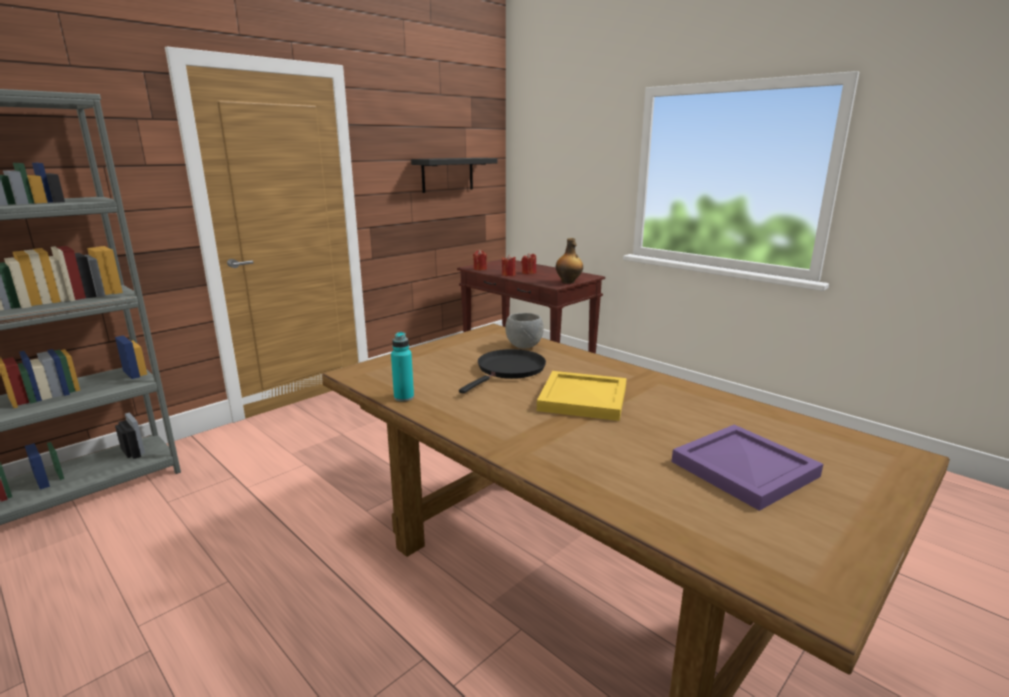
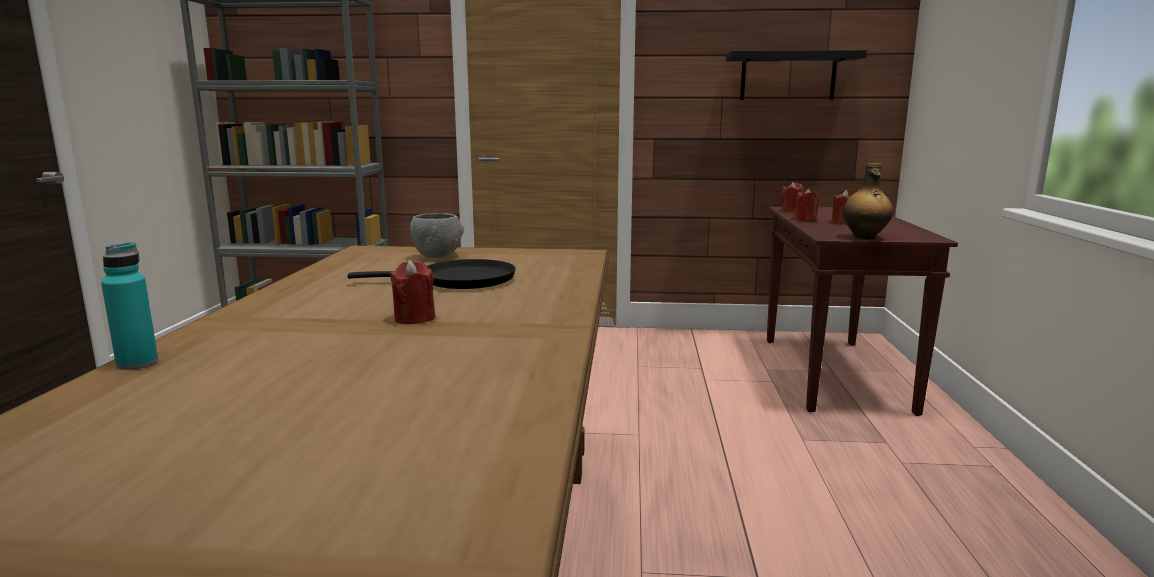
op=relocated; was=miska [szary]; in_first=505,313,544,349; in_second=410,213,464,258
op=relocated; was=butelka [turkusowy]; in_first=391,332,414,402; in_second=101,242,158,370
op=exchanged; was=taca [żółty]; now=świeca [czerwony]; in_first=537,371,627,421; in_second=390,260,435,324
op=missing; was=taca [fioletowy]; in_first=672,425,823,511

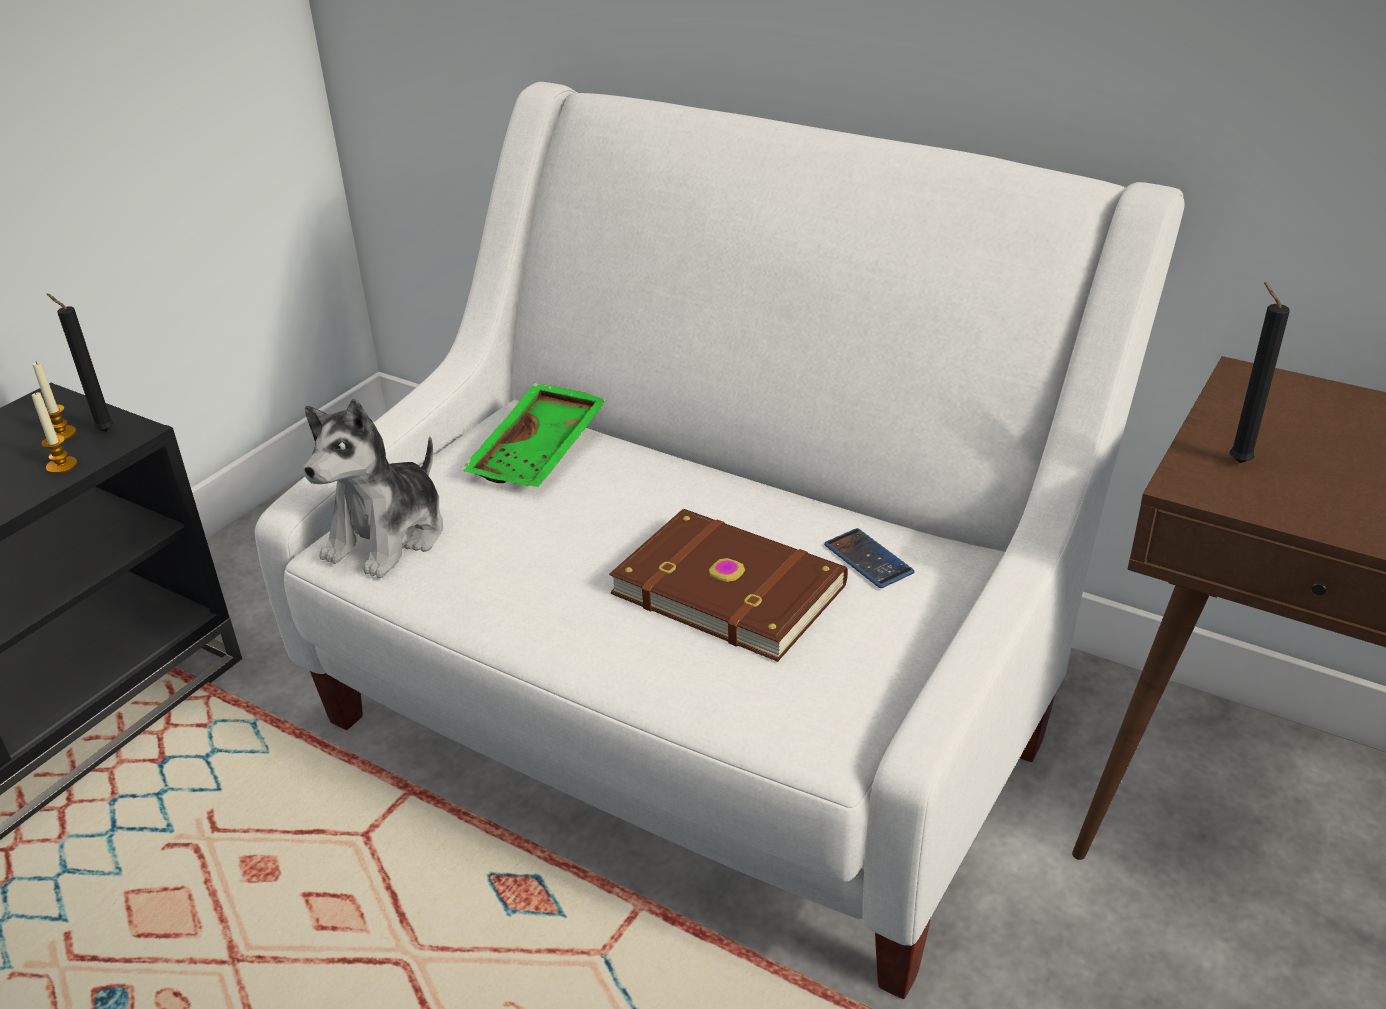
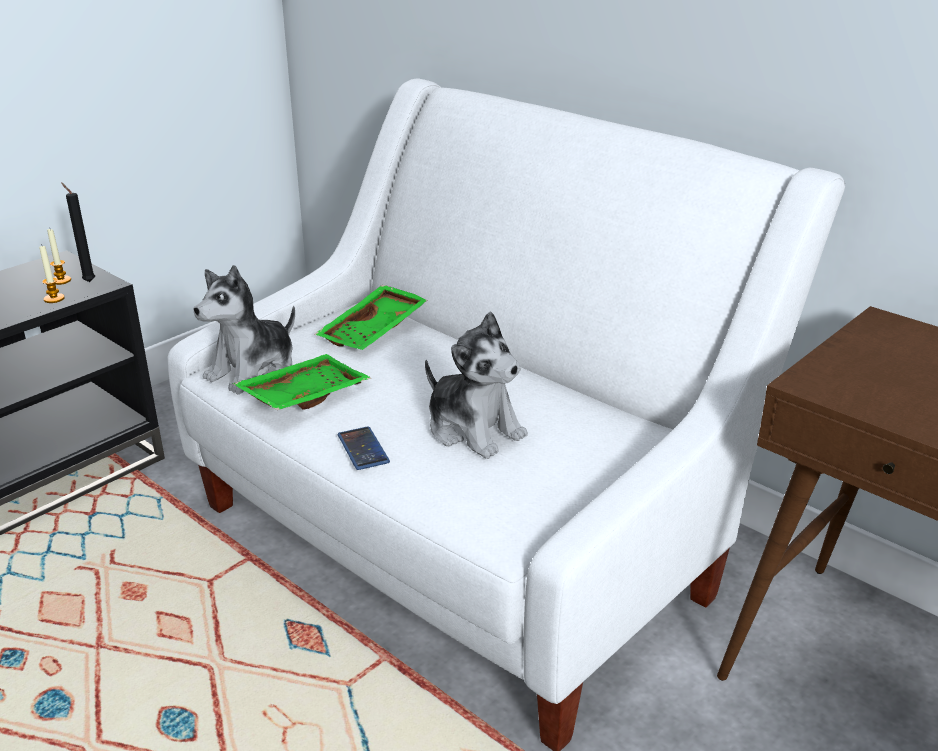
op=missing; was=świeca [czarny]; in_first=1230,282,1290,463
op=exchanged; was=książka [brązowy]; now=pluszak; in_first=609,509,848,662; in_second=425,311,528,459
op=relocated; was=telefon; in_first=824,528,915,588; in_second=338,426,390,470
op=appeared; now=taca [zielony]; in_second=232,354,371,410

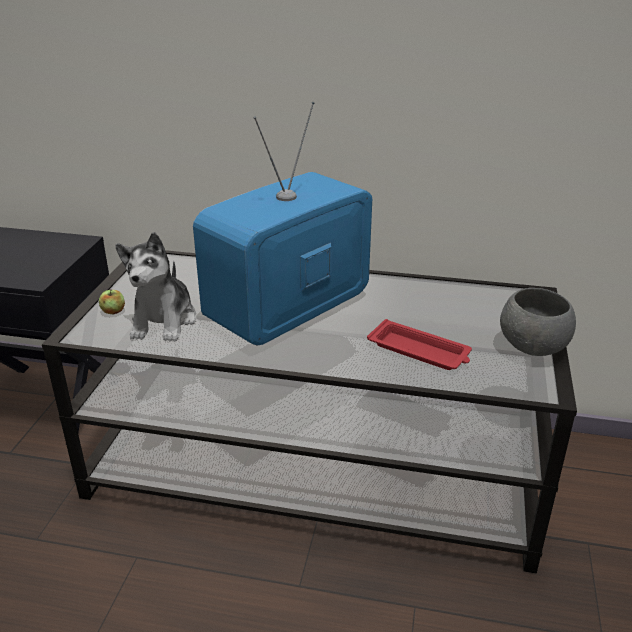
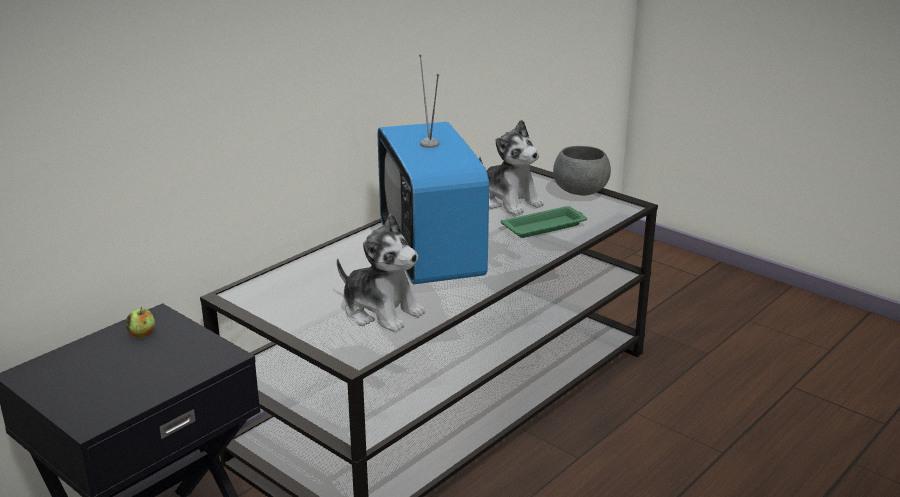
op=relocated; was=jabłko; in_first=99,289,125,315; in_second=126,307,155,338
op=colour; was=taca [czerwony]; now=taca [zielony]; in_first=367,319,472,370; in_second=501,206,587,238
op=appeared; now=pluszak; in_second=479,120,544,216

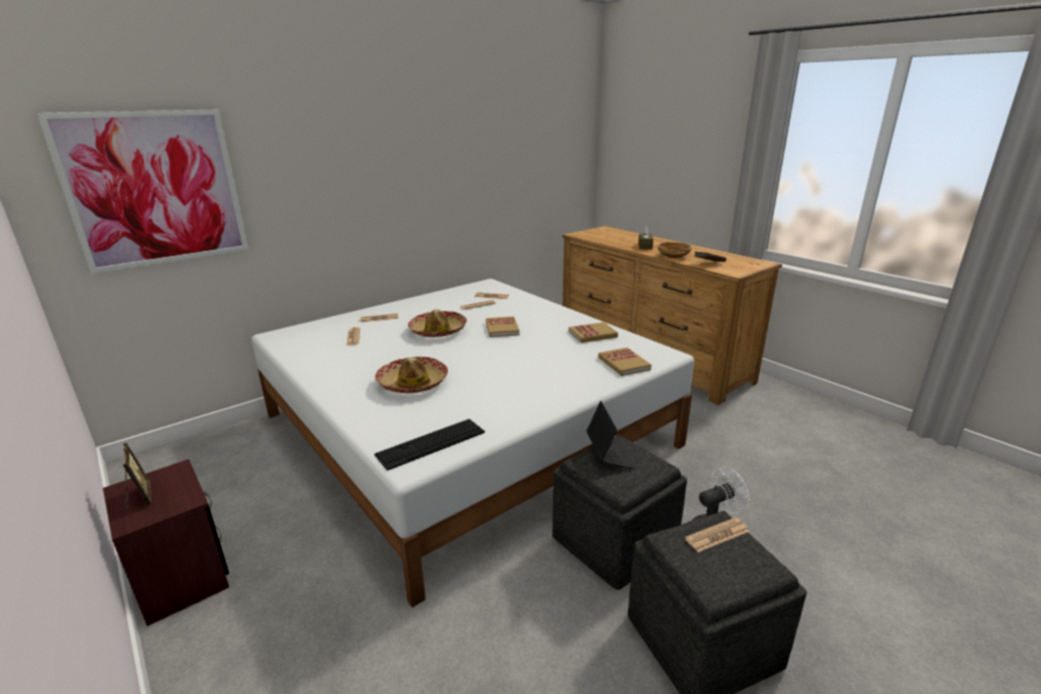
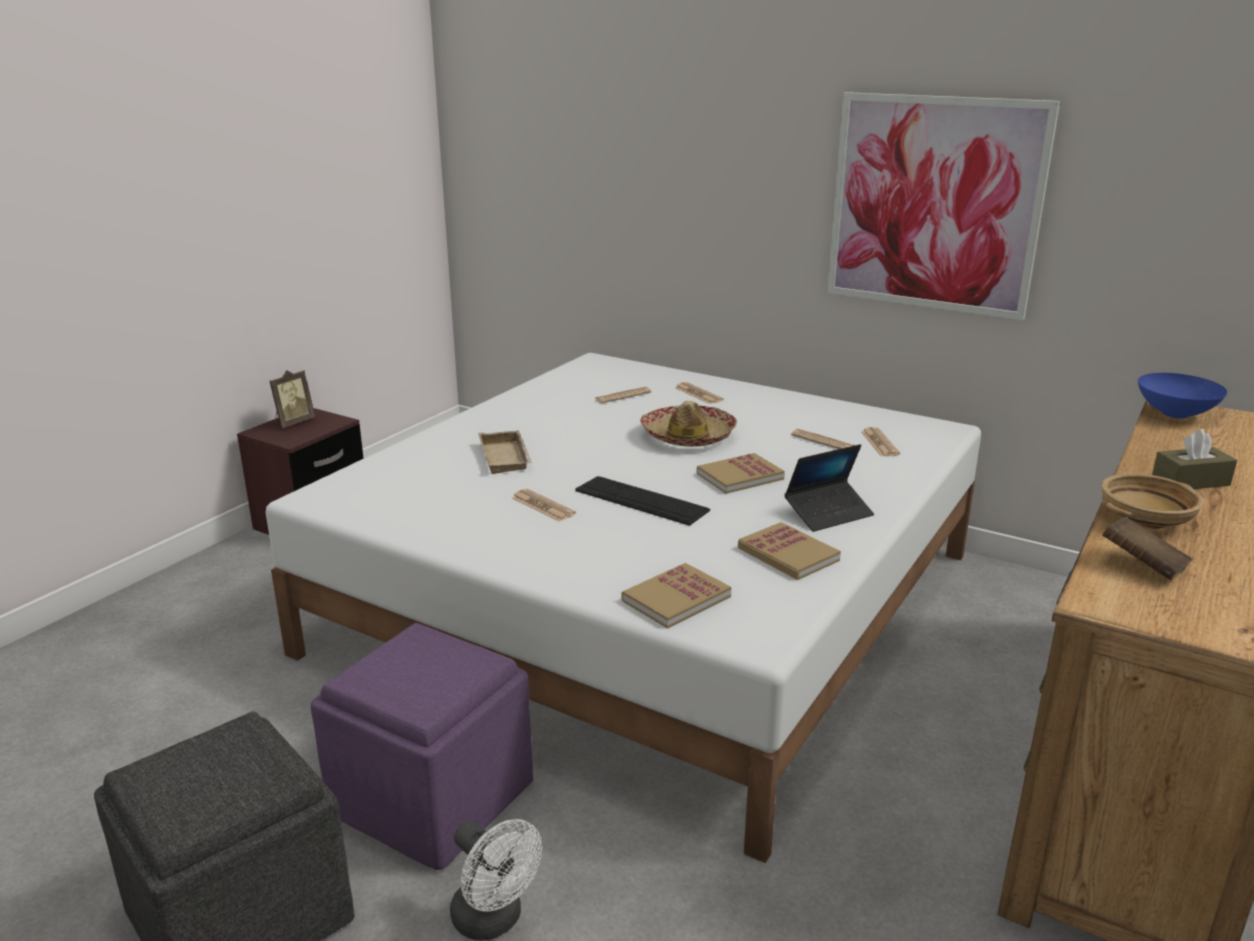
op=relocated; was=obraz; in_first=37,110,249,274; in_second=827,92,1060,320
op=exchanged; was=kapelusz; now=taca [beżowy]; in_first=375,356,448,393; in_second=478,430,532,474
op=relocated; was=laptop; in_first=587,401,635,469; in_second=784,444,874,532
op=relocated; was=klawiatura; in_first=374,419,485,471; in_second=575,476,710,526
op=colour; was=pufa [szary]; now=pufa [fioletowy]; in_first=552,434,687,590; in_second=311,623,533,870
op=relocated; was=gazeta; in_first=685,517,749,552; in_second=512,489,576,521
op=appeared; now=miska [niebieski]; in_second=1138,373,1227,418

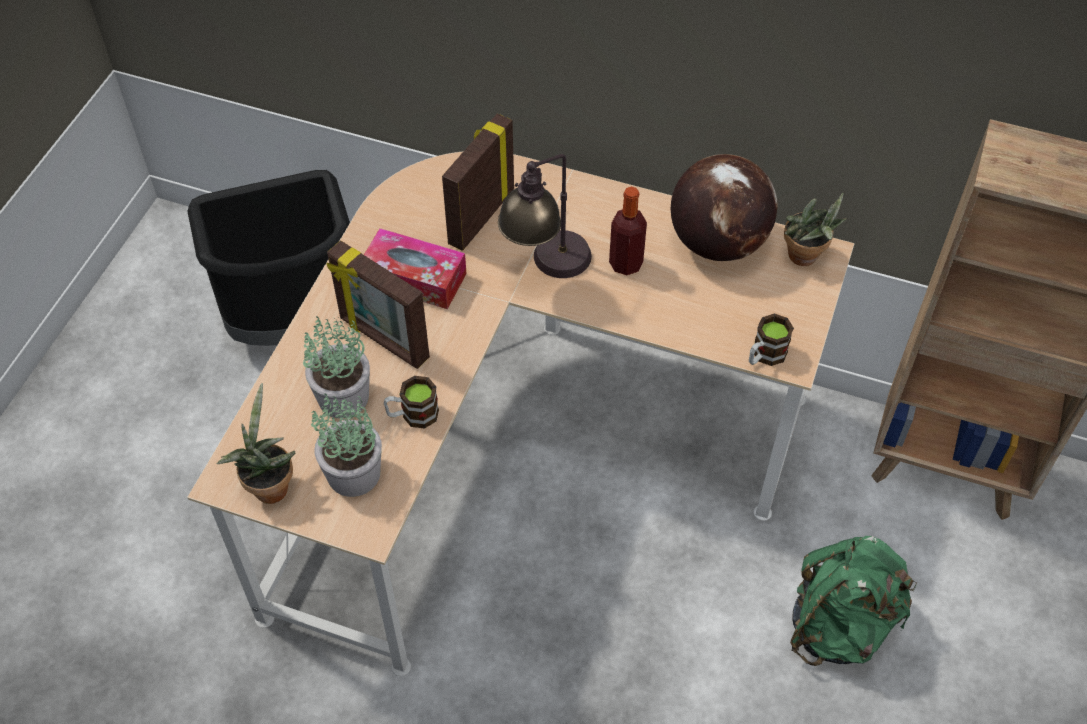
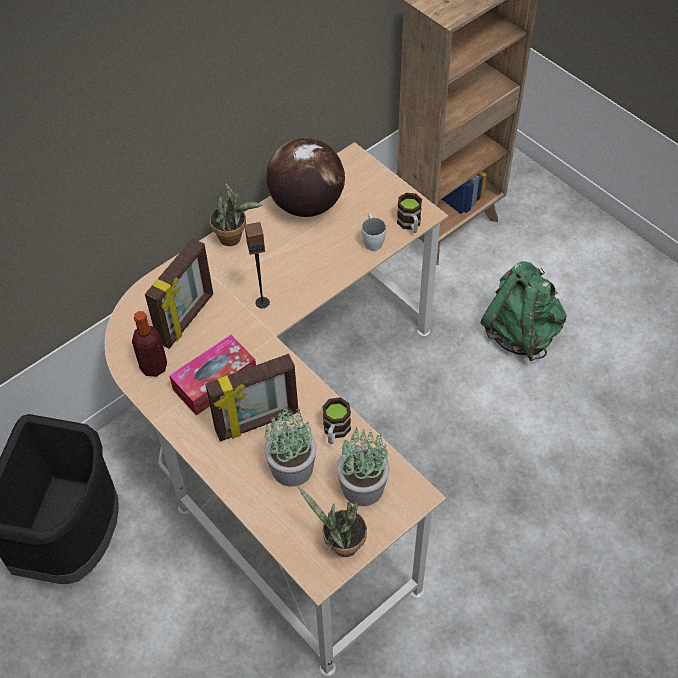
op=spun; was=ramka na zdjęcie; in_first=442,113,514,251; in_second=145,238,213,349; clockwise=-120
op=exchanged; was=lampa stołowa; now=głośnik; in_first=498,154,592,278; in_second=245,222,270,308
op=relocated; was=butelka; in_first=609,186,647,275; in_second=132,311,167,377
op=relocated; was=roślina doniczkowa; in_first=784,192,847,266; in_second=210,182,263,246
op=appeared; now=kubek [biały]; in_second=362,213,386,251

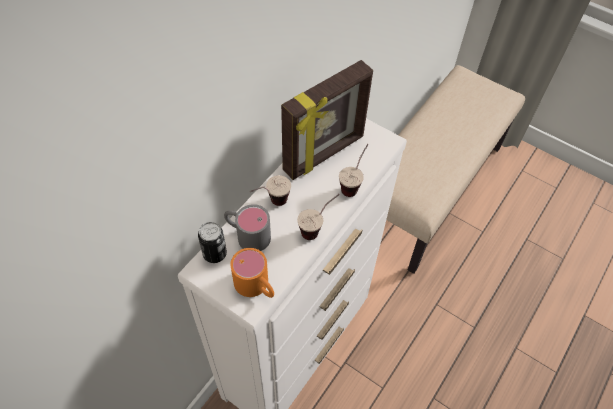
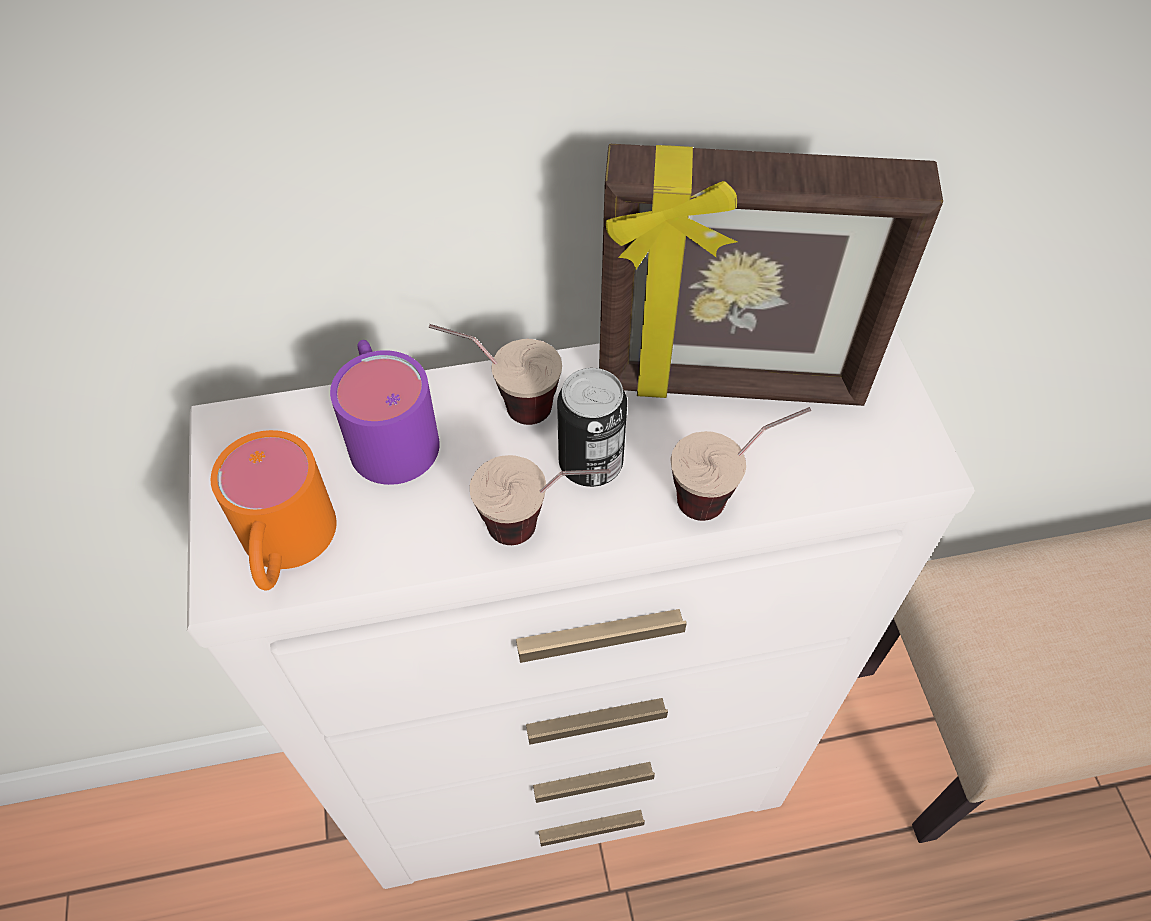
op=colour; was=kubek [szary]; now=kubek [fioletowy]; in_first=224,204,271,251; in_second=330,340,440,485
op=relocated; was=puszka; in_first=198,222,227,263; in_second=557,368,627,487

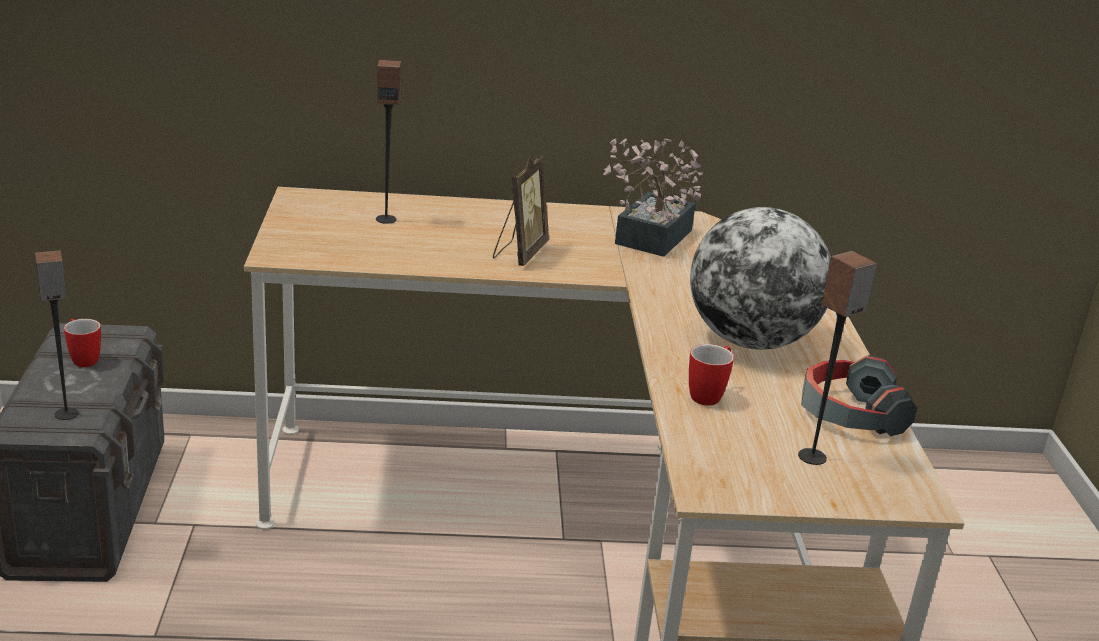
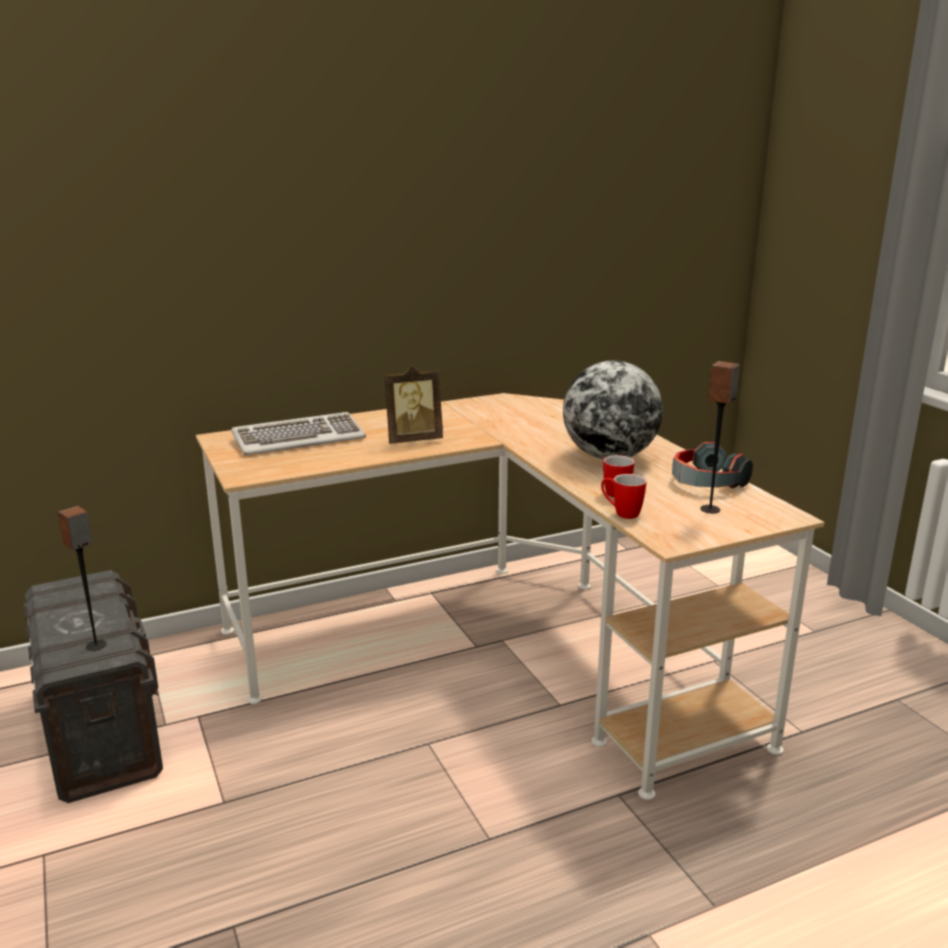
op=exchanged; was=głośnik; now=klawiatura; in_first=376,60,401,224; in_second=231,412,366,455
op=missing; was=roślina doniczkowa; in_first=603,138,703,257
op=spun; was=ramka na zdjęcie; in_first=493,155,549,266; in_second=384,365,443,444; clockwise=75
op=relocated; was=kubek; in_first=64,319,101,367; in_second=601,474,647,519

